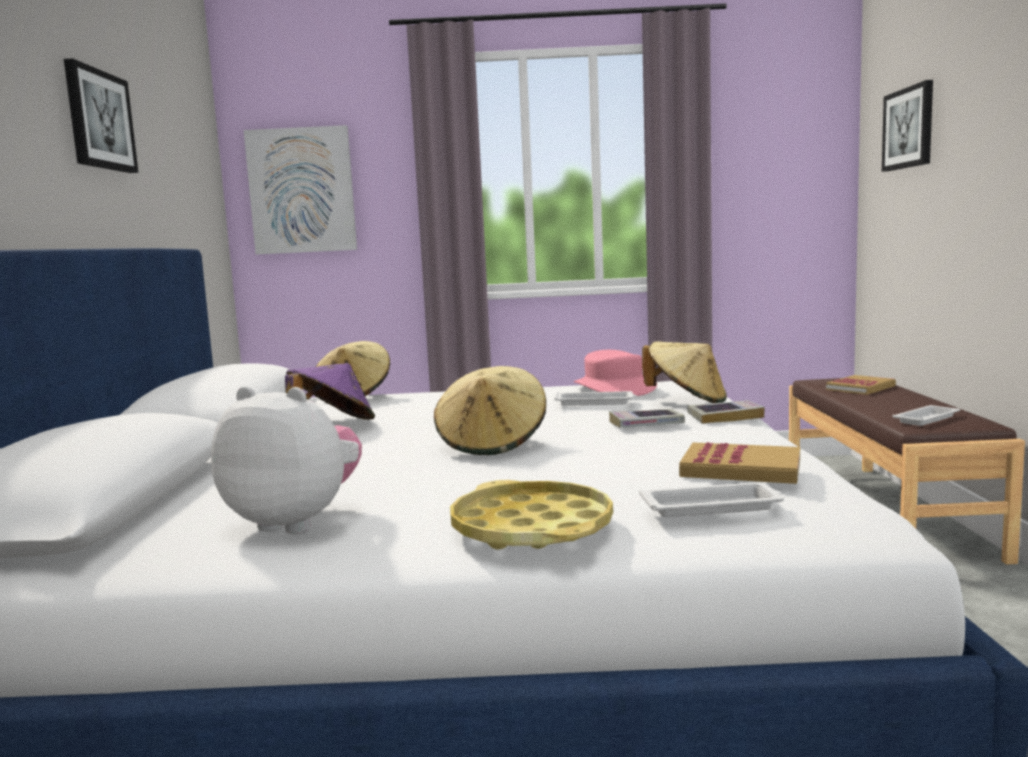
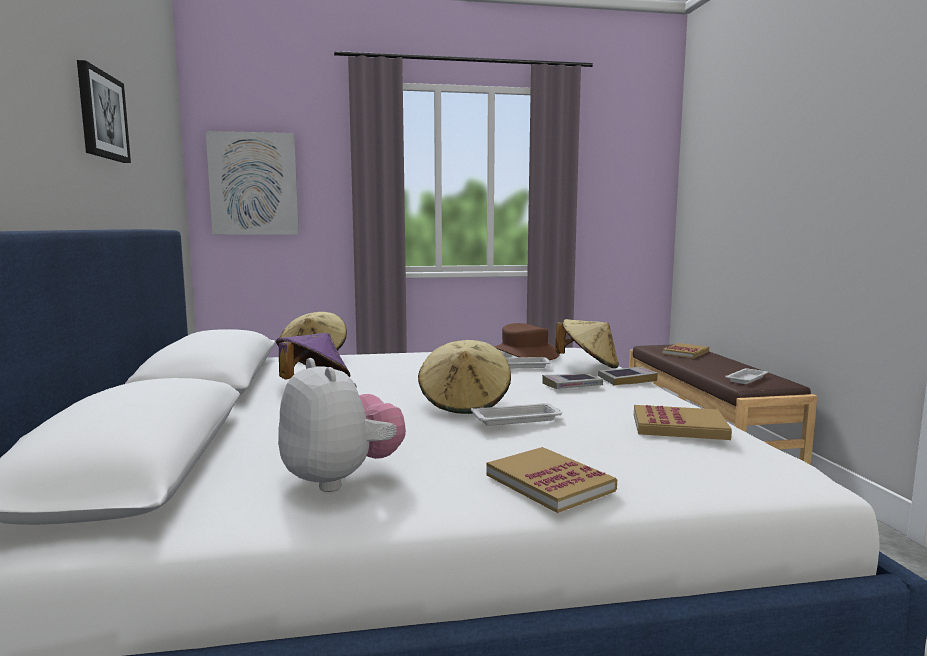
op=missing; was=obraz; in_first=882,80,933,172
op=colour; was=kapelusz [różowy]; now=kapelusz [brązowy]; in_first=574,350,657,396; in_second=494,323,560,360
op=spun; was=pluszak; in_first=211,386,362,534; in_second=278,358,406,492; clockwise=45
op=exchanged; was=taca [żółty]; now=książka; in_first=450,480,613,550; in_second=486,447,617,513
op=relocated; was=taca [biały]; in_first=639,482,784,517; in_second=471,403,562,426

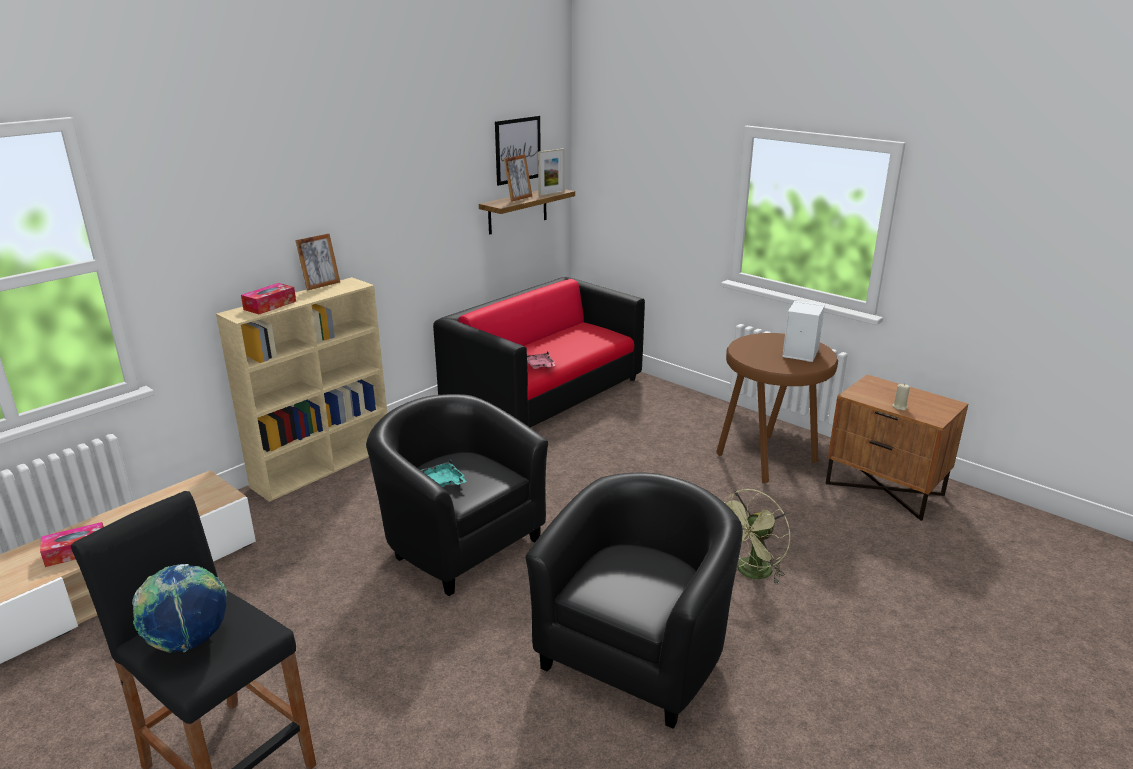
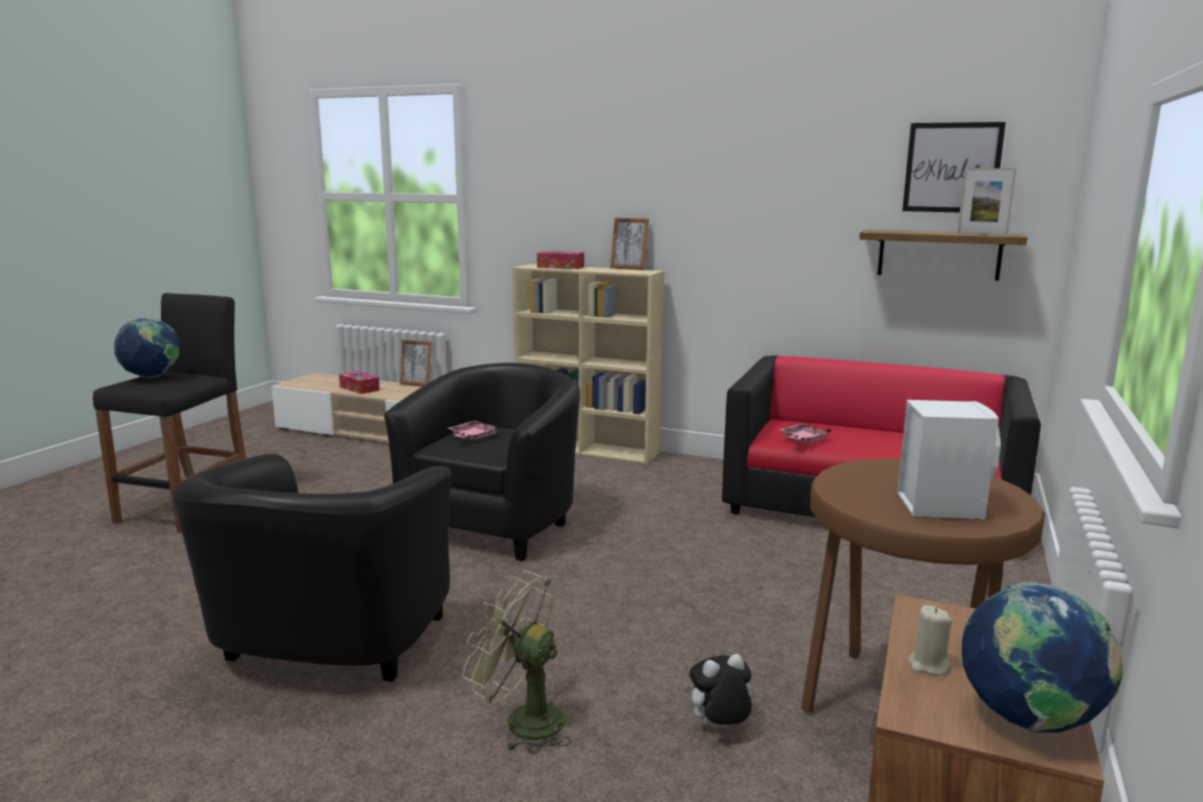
op=relocated; was=ramka na zdjęcie; in_first=504,154,532,202; in_second=400,340,432,387
op=colour; was=taca [turkusowy]; now=taca [różowy]; in_first=421,459,467,487; in_second=448,421,500,440
op=spun; was=fotel [czarny]; in_first=525,473,743,729; in_second=173,453,452,682; clockwise=90
op=appeared; now=globus; in_second=962,582,1124,733
op=appeared; now=pluszak; in_second=684,654,752,728

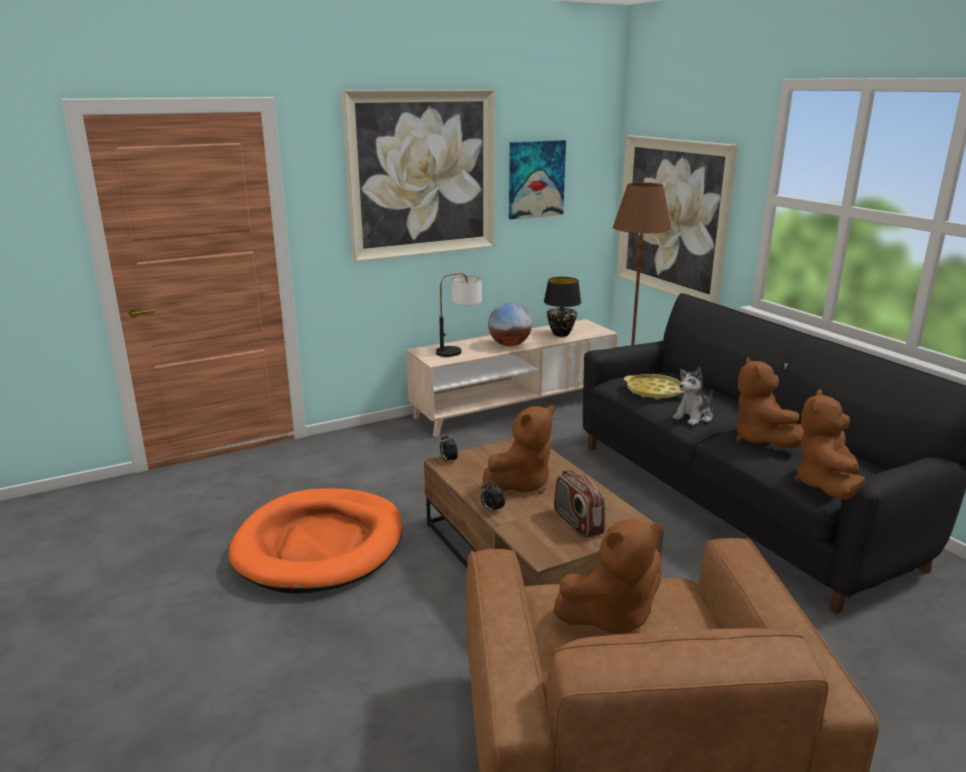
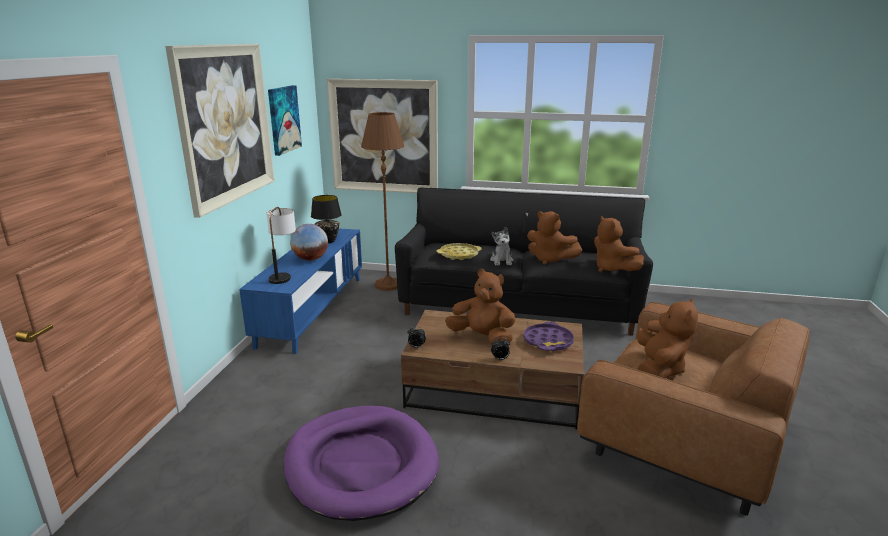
op=colour; was=szafka pod telewizor [beżowy]; now=szafka pod telewizor [niebieski]; in_first=406,319,618,437; in_second=239,228,362,354
op=spun; was=pluszak [brązowy]; in_first=483,405,555,494; in_second=445,269,516,345; clockwise=-60
op=exchanged; was=radio; now=taca [fioletowy]; in_first=554,470,605,538; in_second=523,322,574,351
op=colour; was=legowisko [pomarańczowy]; now=legowisko [fioletowy]; in_first=229,489,402,594; in_second=284,406,439,521

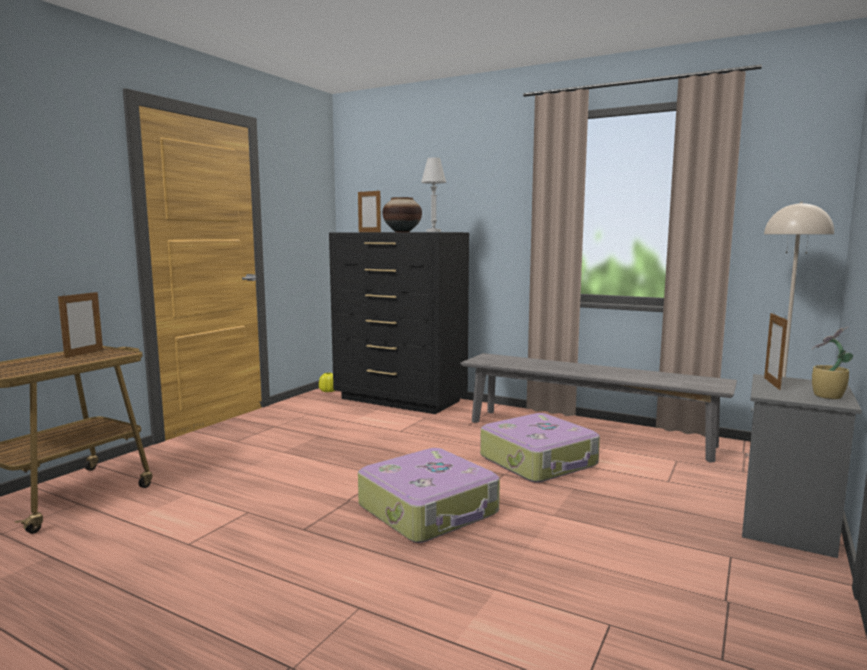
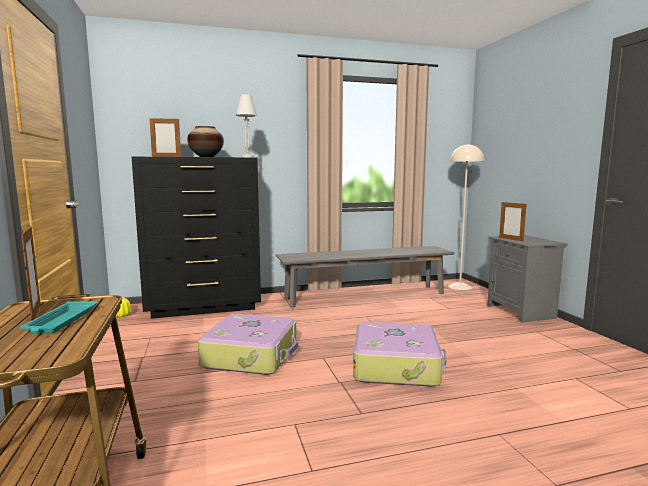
op=missing; was=roślina doniczkowa; in_first=812,326,853,399
op=relocated; was=walizka; in_first=480,413,600,483; in_second=198,314,298,375
op=appeared; now=taca [turkusowy]; in_second=20,301,97,333

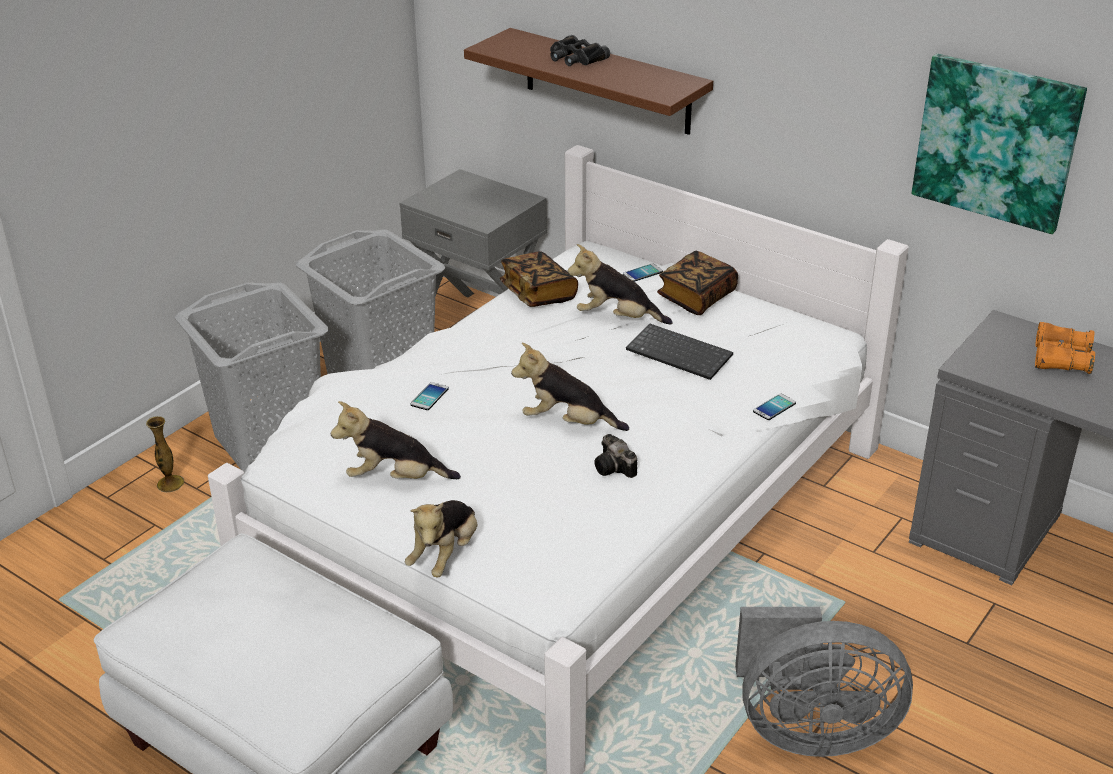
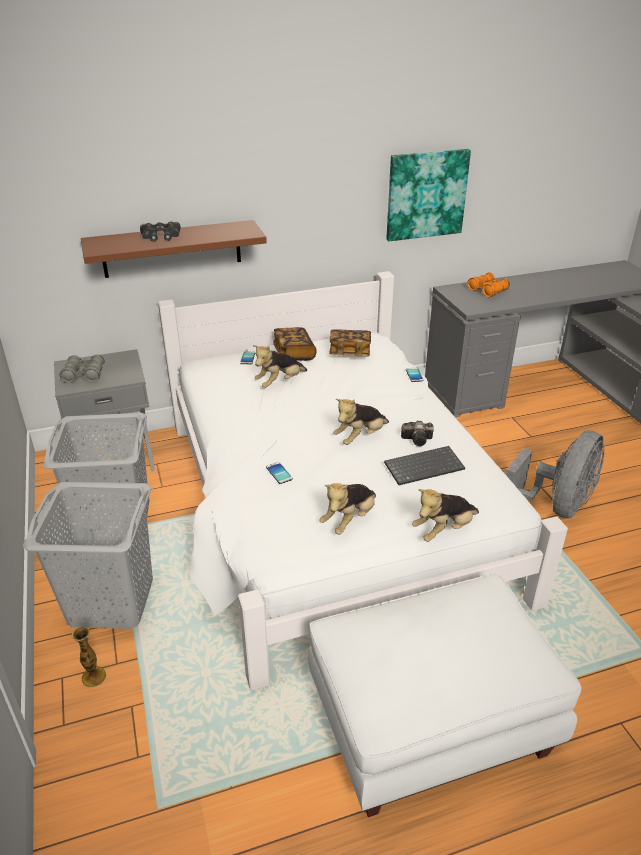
op=relocated; was=książka; in_first=500,251,578,307; in_second=329,330,371,357
op=relocated; was=klawiatura; in_first=626,323,733,380; in_second=384,446,465,485
op=spun; was=pluszak; in_first=405,500,477,577; in_second=412,489,479,542; clockwise=90
op=appeared; now=lornetka [szary]; in_second=60,355,105,383

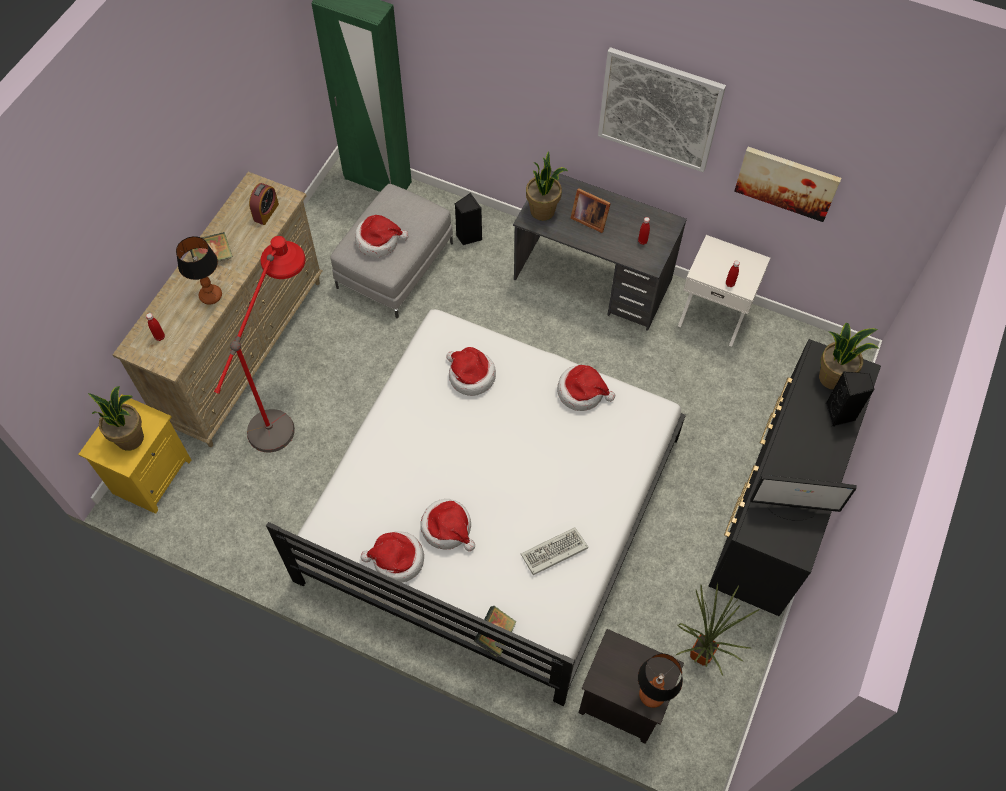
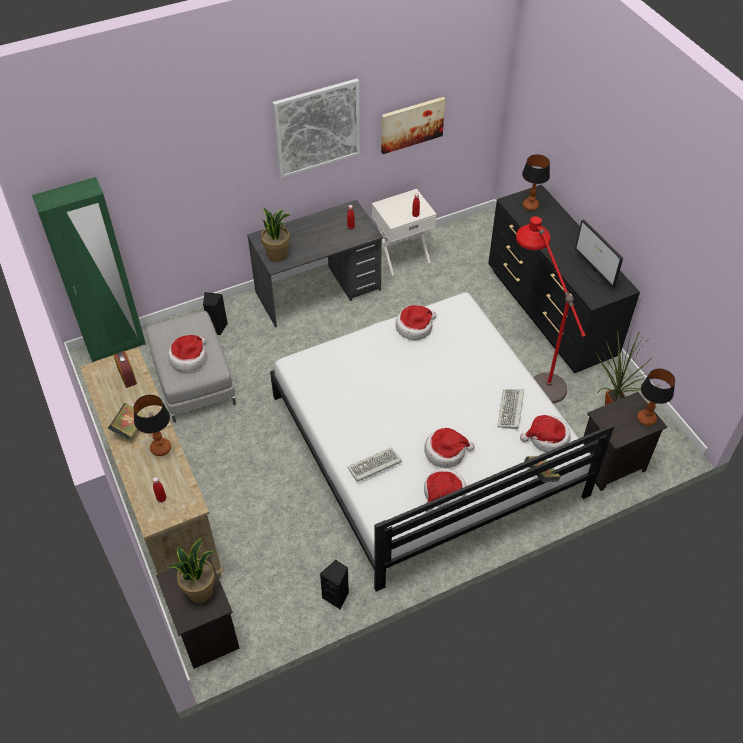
op=missing; was=ramka na zdjęcie; in_first=571,188,611,233
op=relocated; was=lampa stojąca [czerwony]; in_first=214,236,306,452; in_second=516,216,586,404
op=exchanged; was=roślina doniczkowa; now=lampa stołowa; in_first=819,323,878,390; in_second=522,154,550,211
op=relocated; was=kapelusz; in_first=446,347,496,396; in_second=520,415,570,452
op=relocated; was=głośnik [czarny]; in_first=826,371,875,427; in_second=320,560,349,610
op=colour; was=szafka nocna [żółty]; now=szafka nocna [czarny]; in_first=78,394,191,514; in_second=156,556,239,669
op=spun; was=monitor; in_first=750,475,857,521; in_second=575,219,623,288; clockwise=105
op=appeared; now=klawiatura; in_second=347,447,402,482

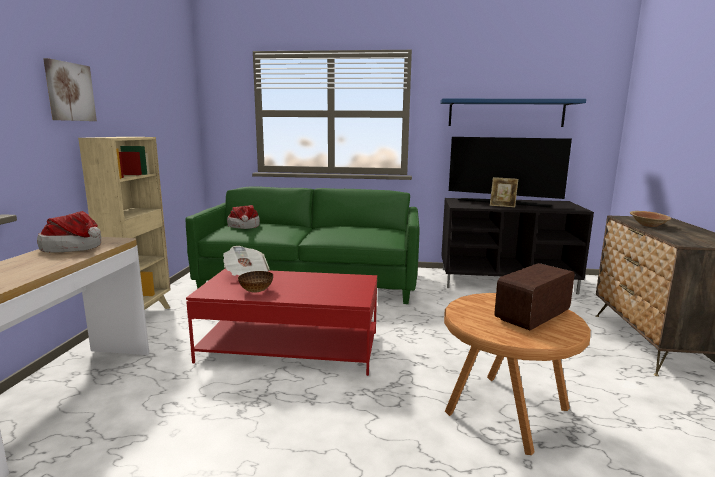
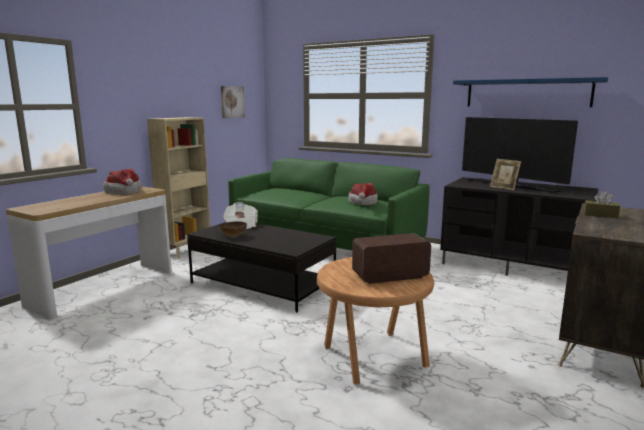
op=relocated; was=obraz; in_first=43,58,97,121; in_second=221,86,245,118
op=relocated; was=kapelusz; in_first=227,205,260,229; in_second=348,183,378,205
op=exchanged; was=miska [brązowy]; now=pudełko chusteczek [brązowy]; in_first=630,211,671,227; in_second=584,191,620,218
op=colour; was=ława [czerwony]; now=ława [czarny]; in_first=186,269,377,376; in_second=187,222,336,313

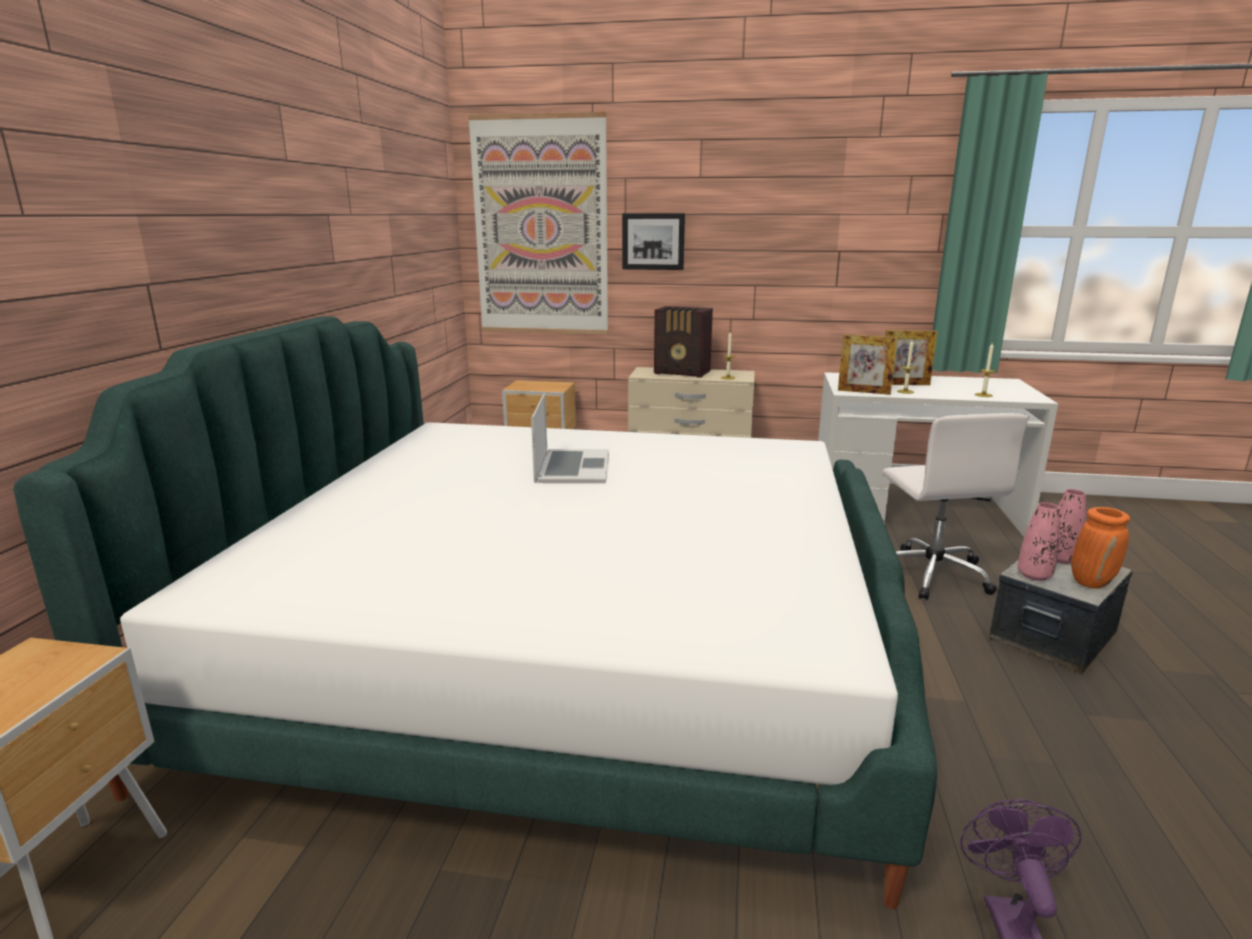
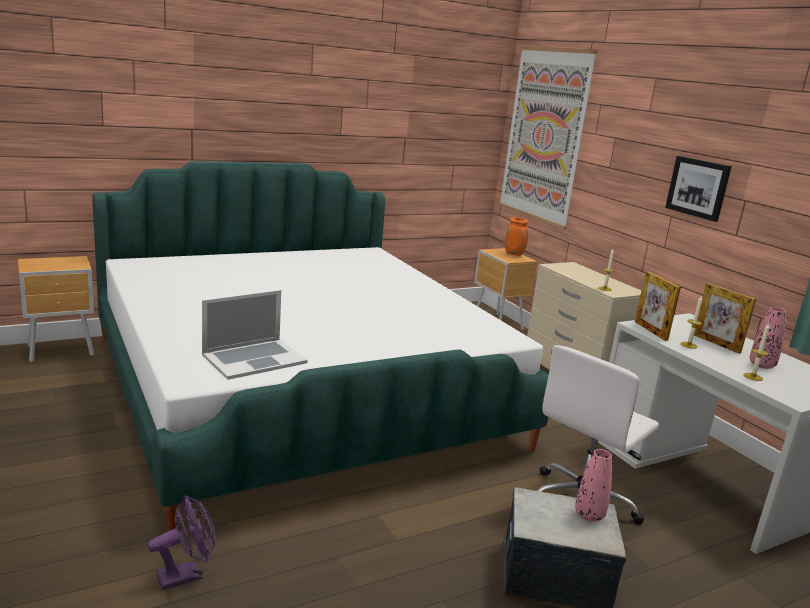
op=relocated; was=obraz; in_first=622,213,685,270; in_second=665,156,732,222
op=missing; was=radio; in_first=654,306,713,378
op=relocated; was=laptop; in_first=531,393,609,483; in_second=202,290,308,380
op=relocated; was=wazon [różowy]; in_first=1018,502,1060,581; in_second=750,307,786,369
op=relocated; was=wazon [pomarańczowy]; in_first=1071,507,1130,589; in_second=505,218,529,256

